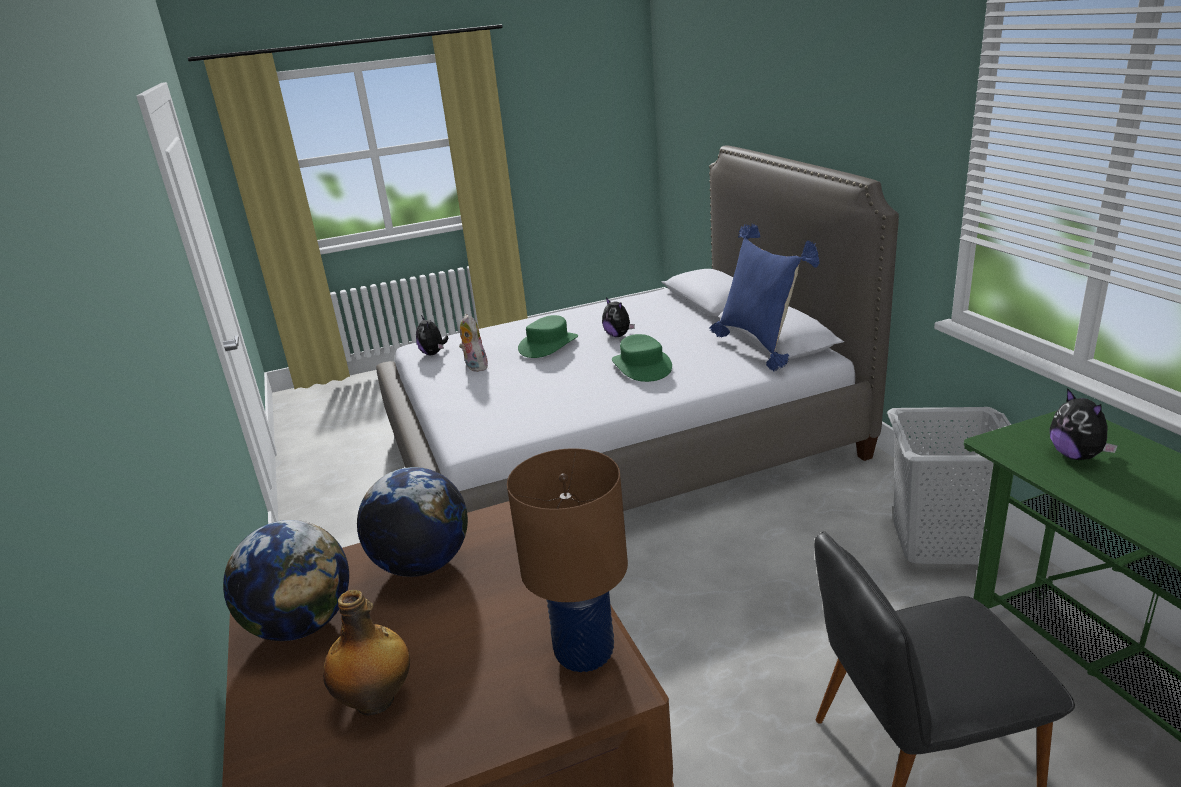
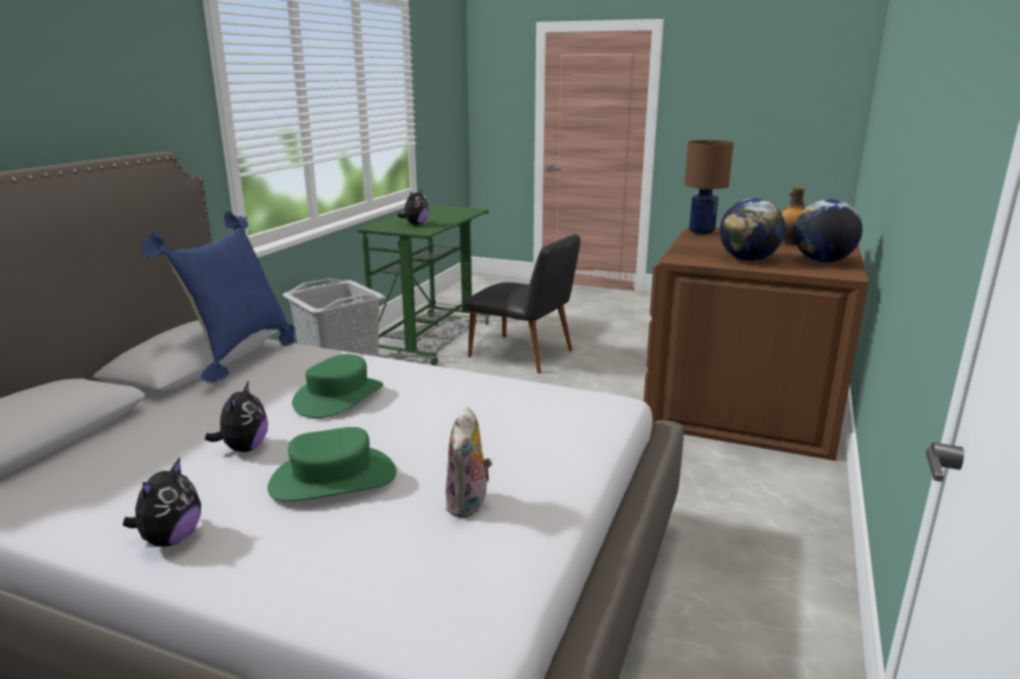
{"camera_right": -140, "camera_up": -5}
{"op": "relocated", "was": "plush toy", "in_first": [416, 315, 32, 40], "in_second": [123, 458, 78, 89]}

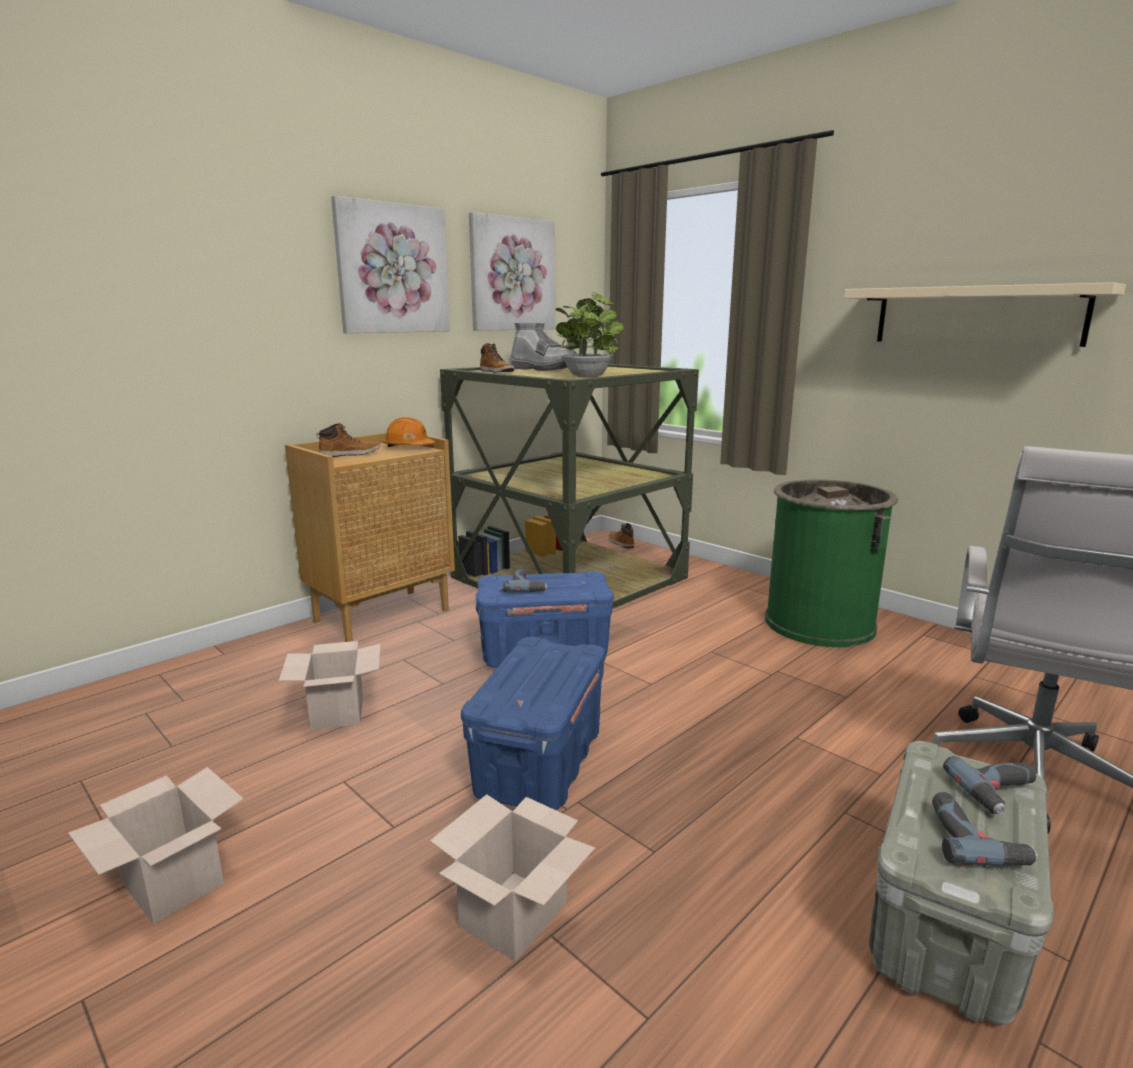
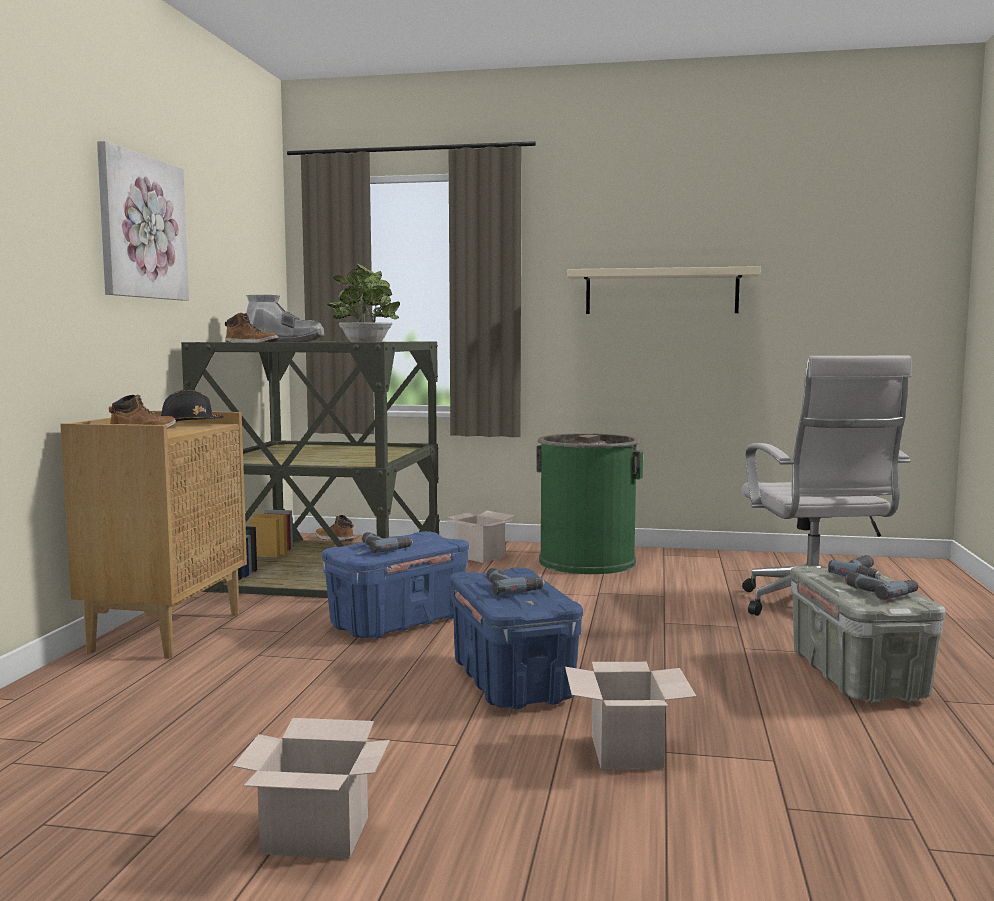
{"camera_right": -35, "camera_up": -10}
{"op": "relocated", "was": "cardboard box", "in_first": [279, 641, 101, 89], "in_second": [445, 511, 70, 52]}
{"op": "colour", "was": "orange hard hat", "now": "black hard hat", "in_first": [383, 417, 53, 30], "in_second": [161, 390, 62, 32]}
{"op": "missing", "was": "picture", "in_first": [469, 212, 87, 119]}
{"op": "appeared", "now": "power drill", "in_second": [486, 568, 59, 27]}

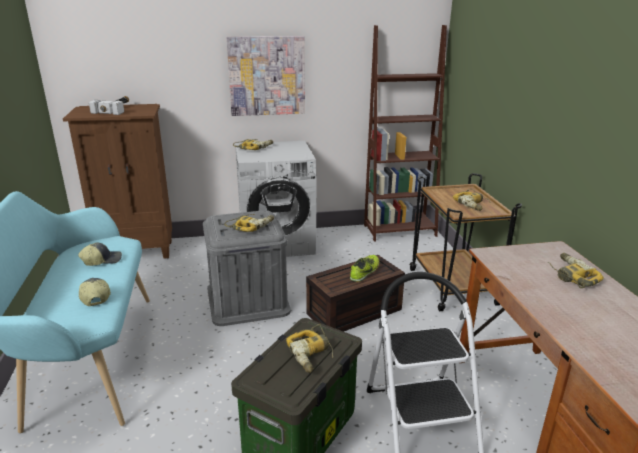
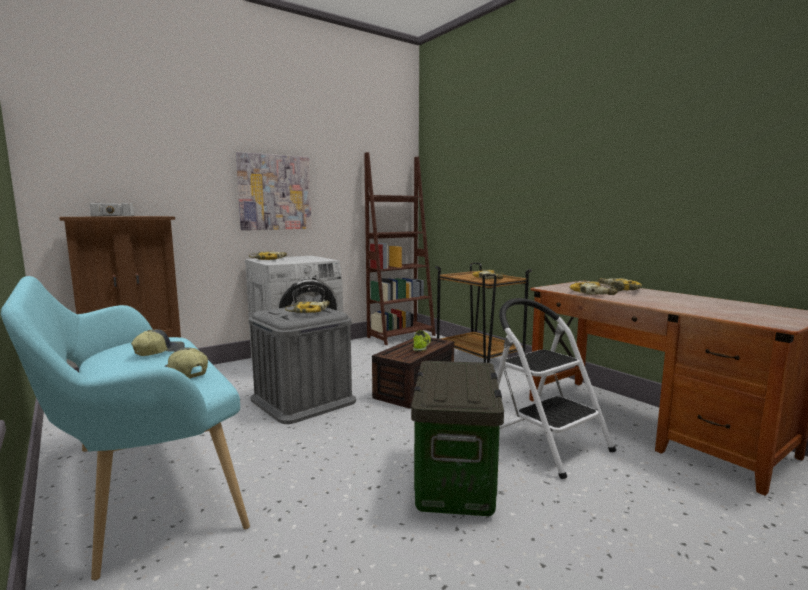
{"camera_right": -25, "camera_up": -15}
{"op": "relocated", "was": "power drill", "in_first": [286, 324, 47, 49], "in_second": [570, 280, 47, 15]}

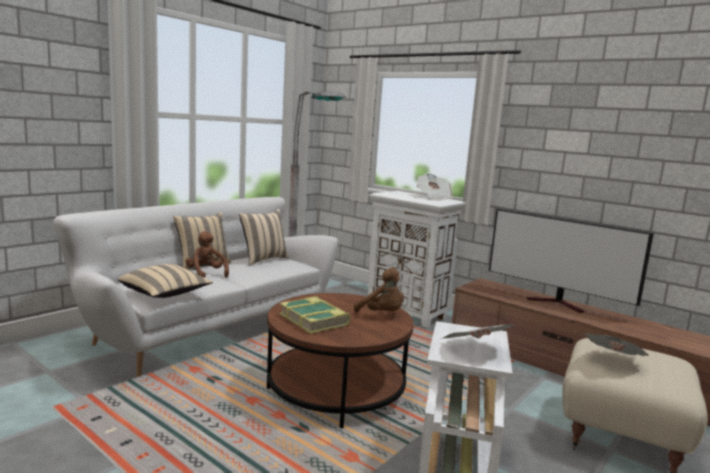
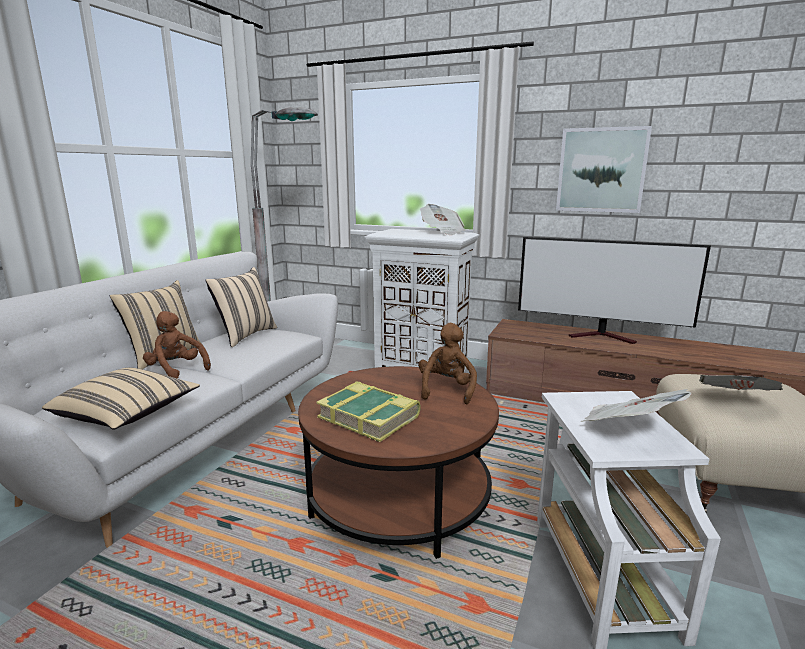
{"camera_right": -15, "camera_up": 5}
{"op": "spun", "was": "brown plush toy", "in_first": [354, 268, 50, 44], "in_second": [418, 323, 59, 81], "clockwise": -105}
{"op": "appeared", "now": "picture", "in_second": [556, 126, 96, 87]}

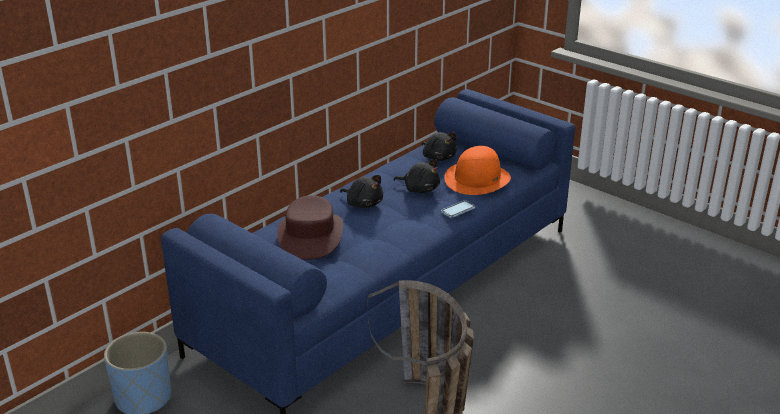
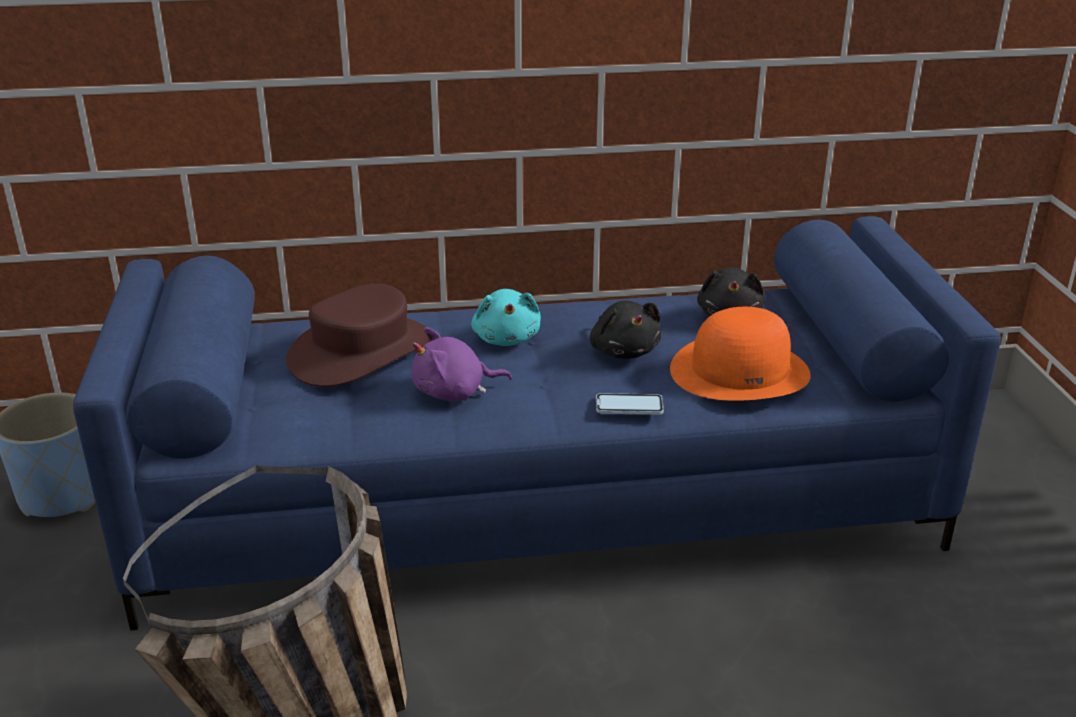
{"camera_right": 40, "camera_up": 0}
{"op": "colour", "was": "black plush toy", "now": "turquoise plush toy", "in_first": [340, 175, 43, 33], "in_second": [471, 289, 70, 57]}
{"op": "appeared", "now": "purple plush toy", "in_second": [411, 327, 101, 74]}

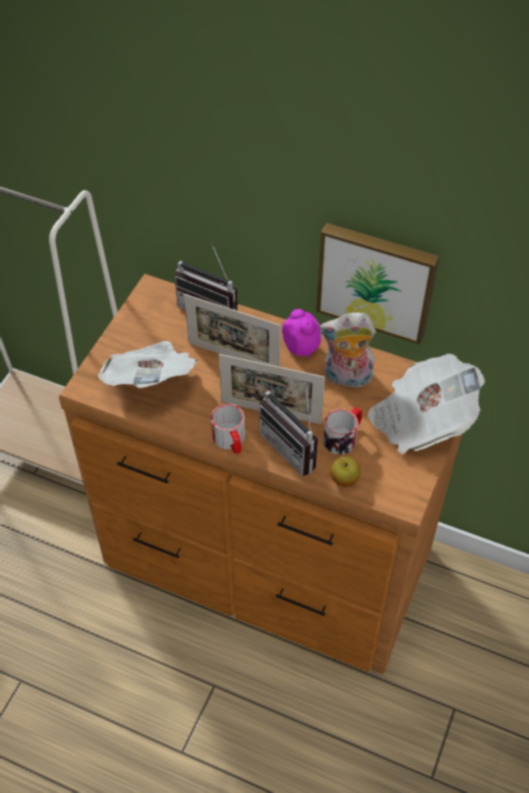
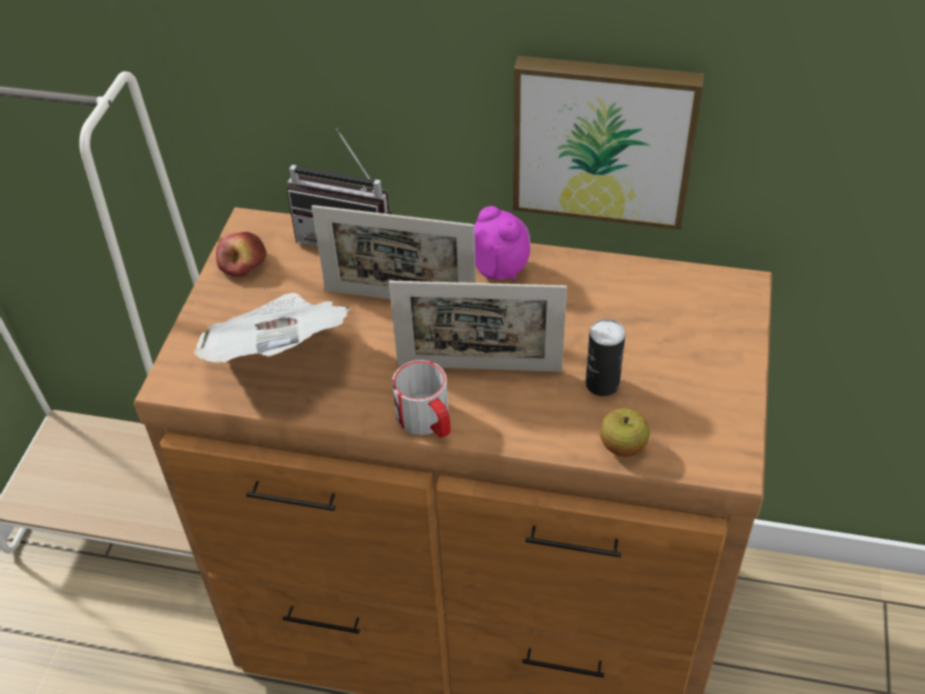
{"camera_right": -10, "camera_up": -5}
{"op": "missing", "was": "radio", "in_first": [259, 382, 59, 94]}
{"op": "missing", "was": "plush toy", "in_first": [319, 313, 57, 75]}
{"op": "exchanged", "was": "mug", "now": "can", "in_first": [323, 407, 39, 48], "in_second": [586, 319, 39, 77]}
{"op": "missing", "was": "newspaper", "in_first": [368, 354, 117, 100]}
{"op": "appeared", "now": "apple", "in_second": [216, 232, 51, 45]}

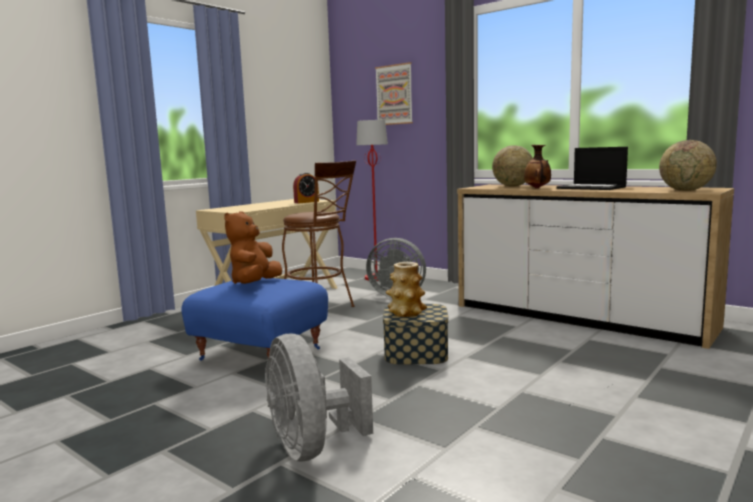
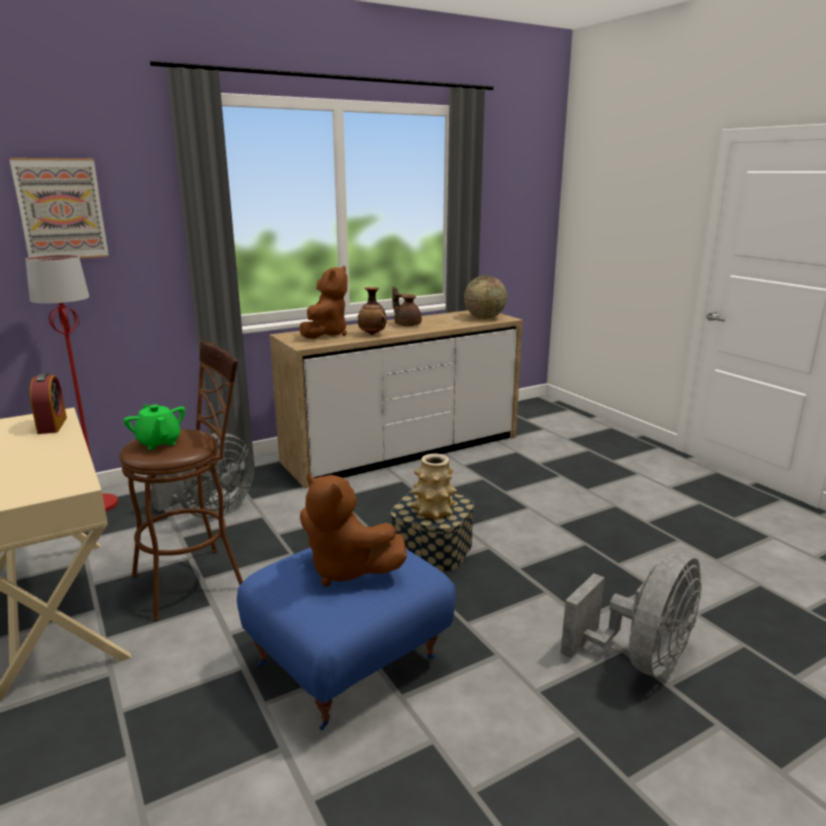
{"camera_right": -70, "camera_up": 10}
{"op": "spun", "was": "grey fan", "in_first": [265, 334, 108, 127], "in_second": [561, 551, 141, 126], "clockwise": -45}
{"op": "exchanged", "was": "globe", "now": "brown plush toy", "in_first": [492, 145, 41, 42], "in_second": [299, 266, 48, 73]}
{"op": "exchanged", "was": "laptop", "now": "brown teapot", "in_first": [556, 147, 72, 43], "in_second": [392, 286, 30, 40]}
{"op": "appeared", "now": "green teapot", "in_second": [123, 404, 62, 46]}

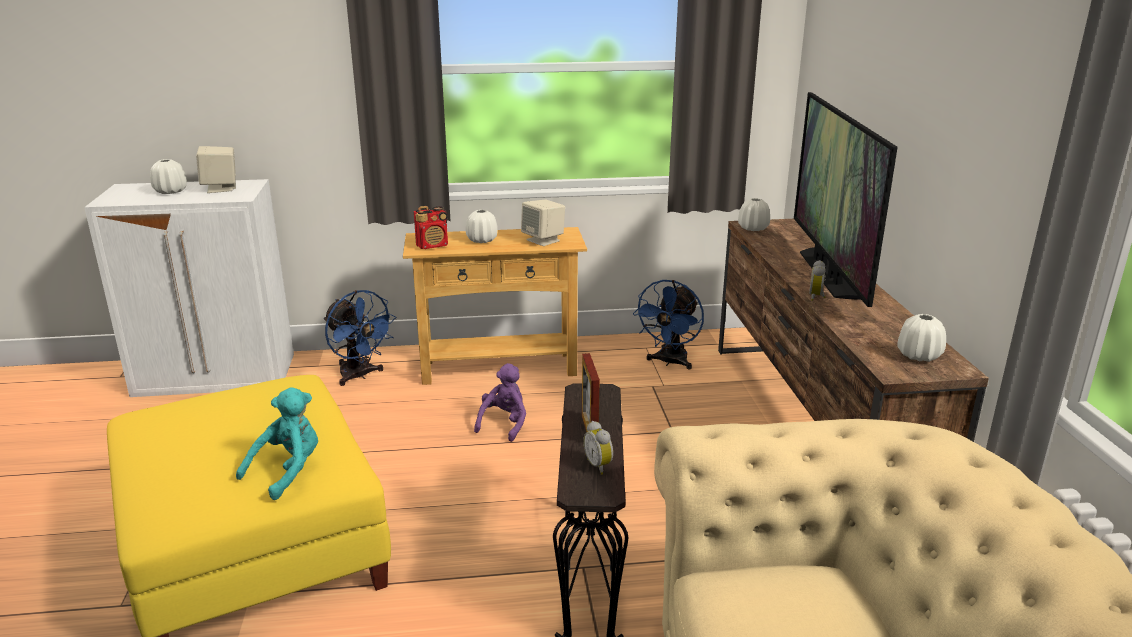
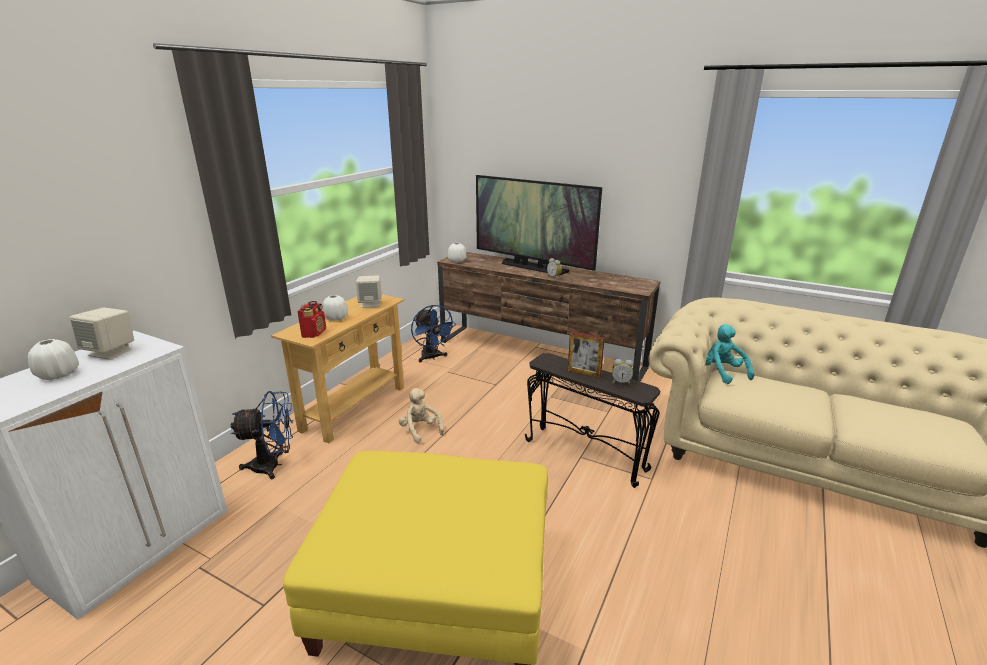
{"camera_right": -55, "camera_up": 0}
{"op": "relocated", "was": "turquoise plush toy", "in_first": [236, 387, 82, 113], "in_second": [705, 324, 50, 60]}
{"op": "colour", "was": "purple plush toy", "now": "beige plush toy", "in_first": [474, 363, 52, 79], "in_second": [399, 388, 45, 55]}
{"op": "missing", "was": "white vase", "in_first": [898, 314, 48, 48]}

